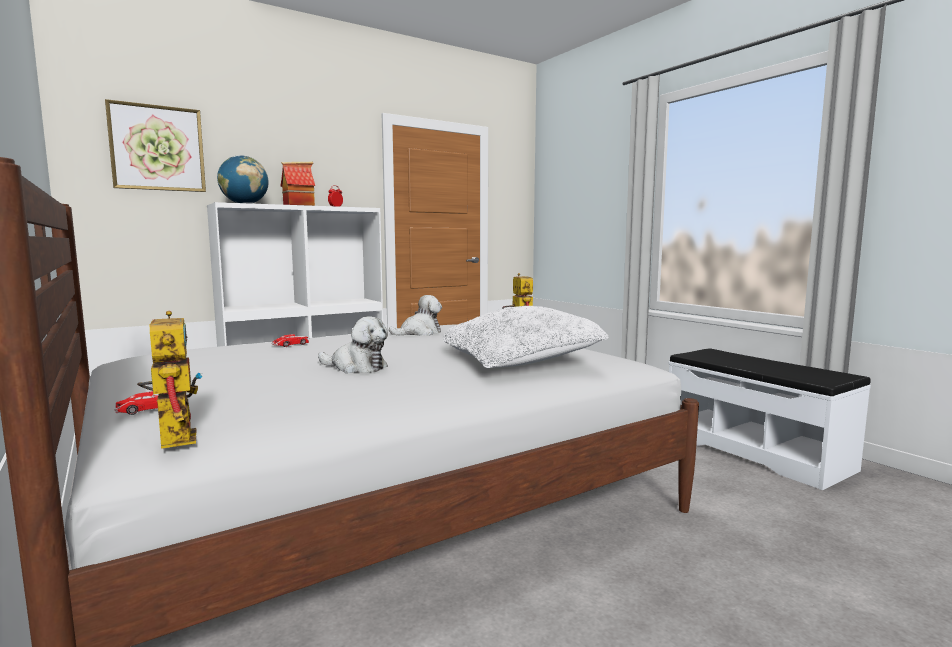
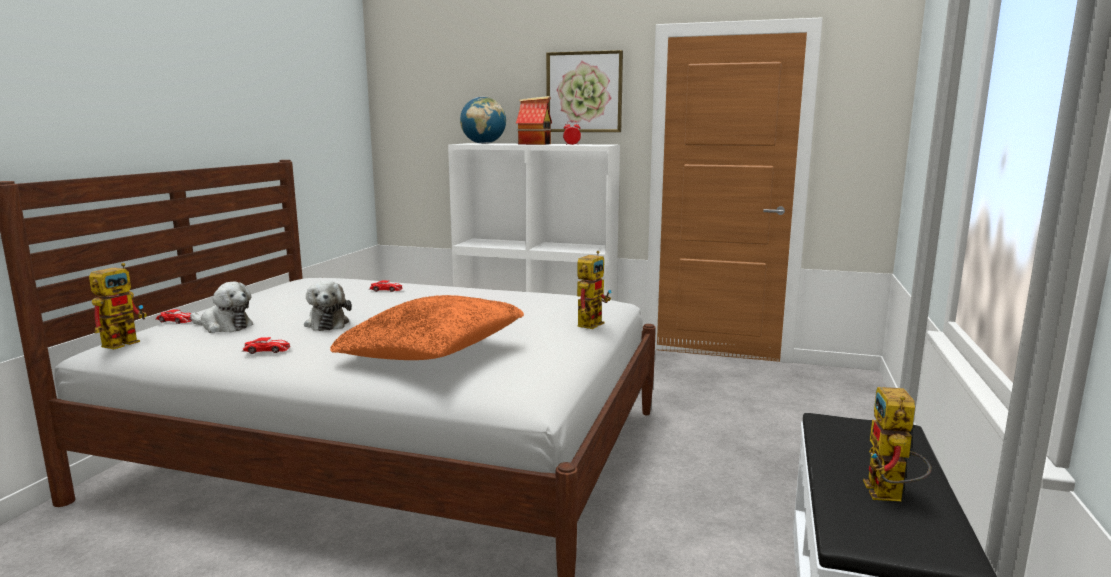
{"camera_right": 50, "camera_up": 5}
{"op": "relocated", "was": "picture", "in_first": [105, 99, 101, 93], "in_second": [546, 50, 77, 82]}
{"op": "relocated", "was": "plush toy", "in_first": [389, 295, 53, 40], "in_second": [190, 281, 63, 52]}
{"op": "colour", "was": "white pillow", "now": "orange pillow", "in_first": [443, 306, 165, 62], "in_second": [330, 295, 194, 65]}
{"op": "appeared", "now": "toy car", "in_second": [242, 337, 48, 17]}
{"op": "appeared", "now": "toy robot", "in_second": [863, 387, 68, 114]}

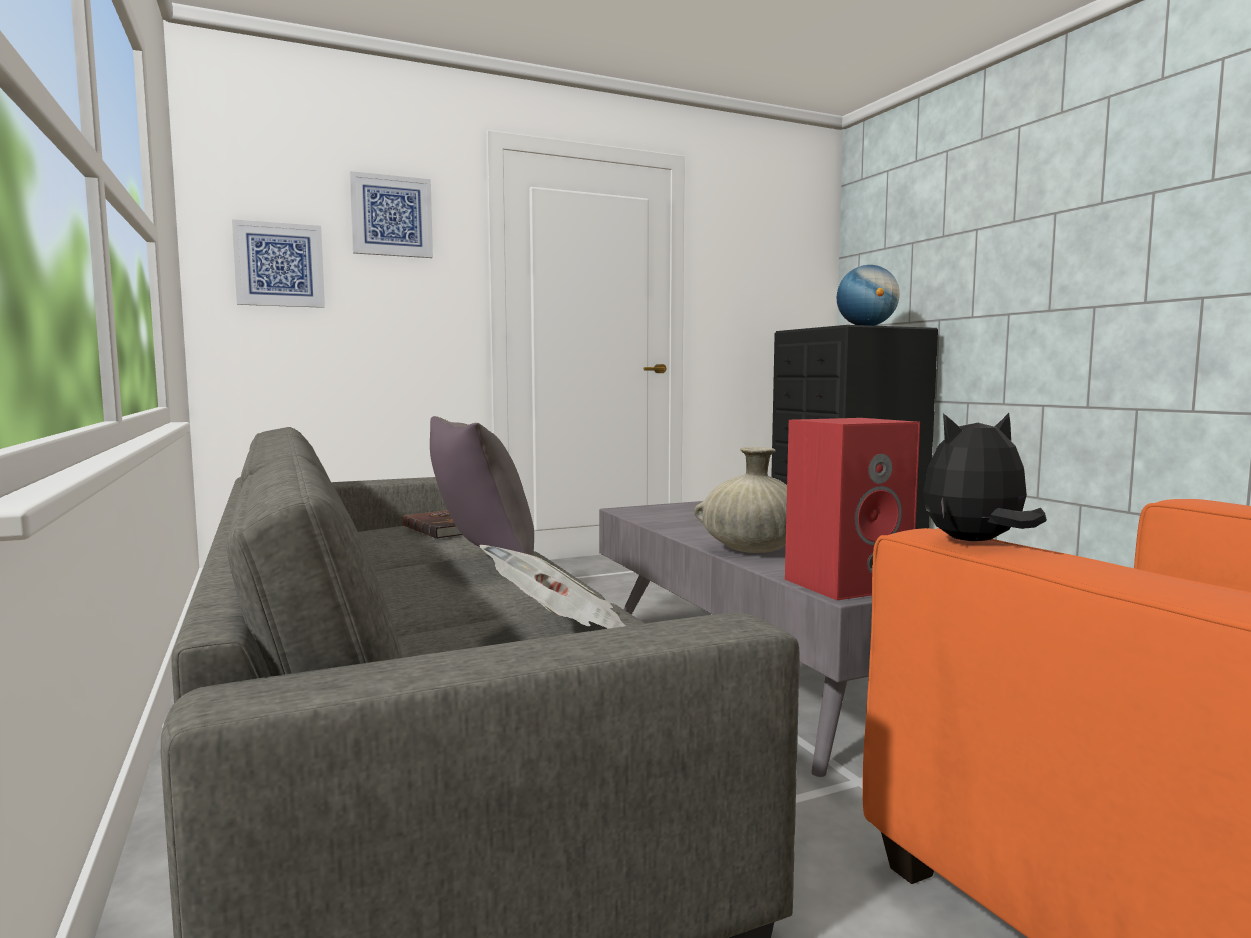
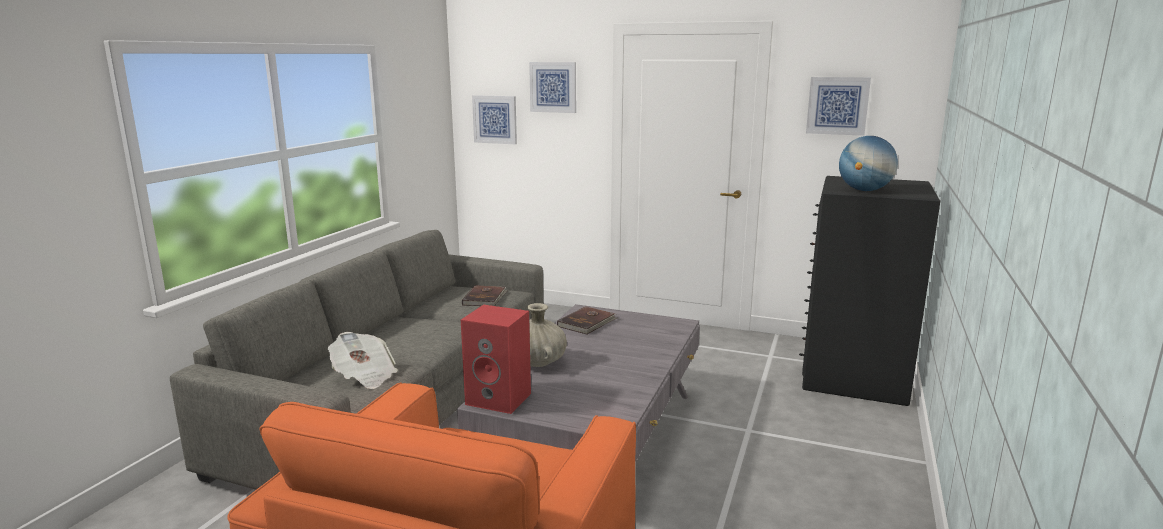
{"camera_right": 45, "camera_up": 10}
{"op": "missing", "was": "grey pillow", "in_first": [430, 416, 104, 140]}
{"op": "missing", "was": "plush toy", "in_first": [923, 413, 124, 128]}
{"op": "appeared", "now": "brown book", "in_second": [557, 306, 60, 28]}
{"op": "appeared", "now": "picture", "in_second": [806, 77, 65, 59]}

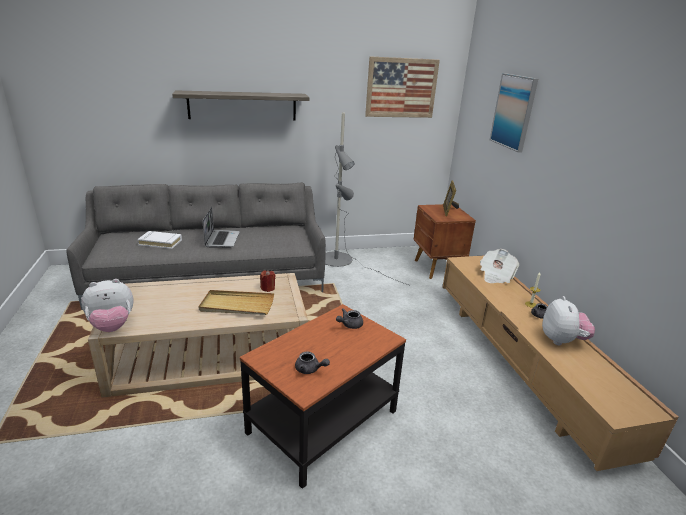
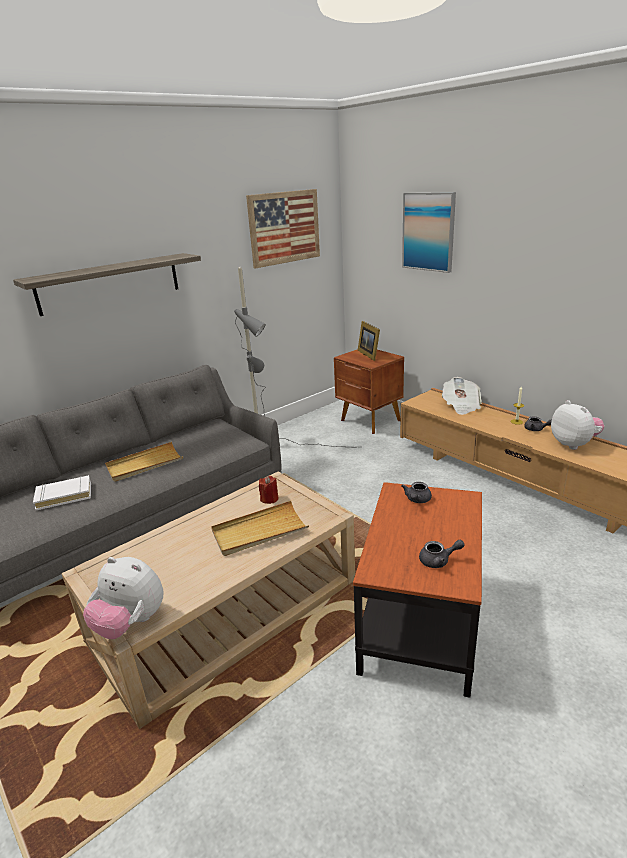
{"camera_right": -25, "camera_up": 0}
{"op": "spun", "was": "plush toy", "in_first": [81, 279, 53, 53], "in_second": [83, 557, 80, 82], "clockwise": 75}
{"op": "exchanged", "was": "laptop", "now": "beige tray", "in_first": [203, 207, 37, 41], "in_second": [105, 442, 78, 40]}

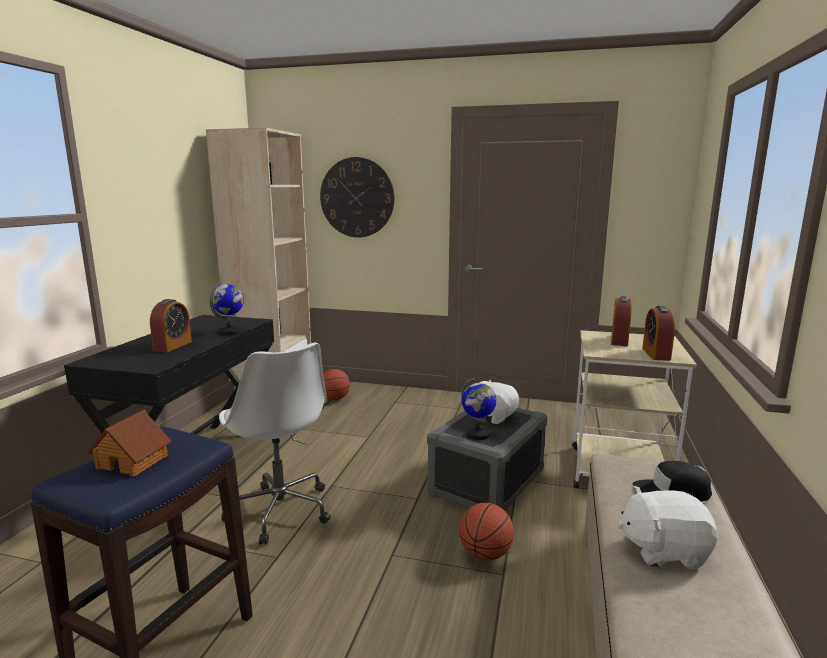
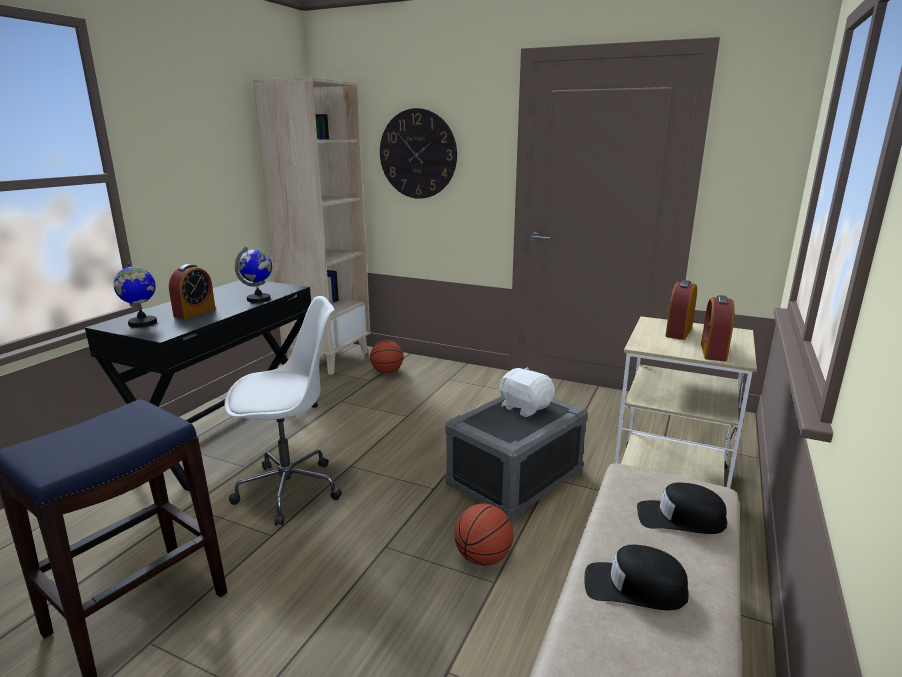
{"camera_right": 10, "camera_up": 5}
{"op": "missing", "was": "toy house", "in_first": [86, 409, 86, 68]}
{"op": "spun", "was": "white office chair", "in_first": [219, 343, 112, 202], "in_second": [225, 296, 117, 230], "clockwise": -90}
{"op": "relocated", "was": "globe", "in_first": [461, 378, 36, 62], "in_second": [113, 261, 44, 66]}
{"op": "exchanged", "was": "white plush toy", "now": "black cap", "in_first": [617, 486, 101, 83], "in_second": [585, 545, 104, 65]}

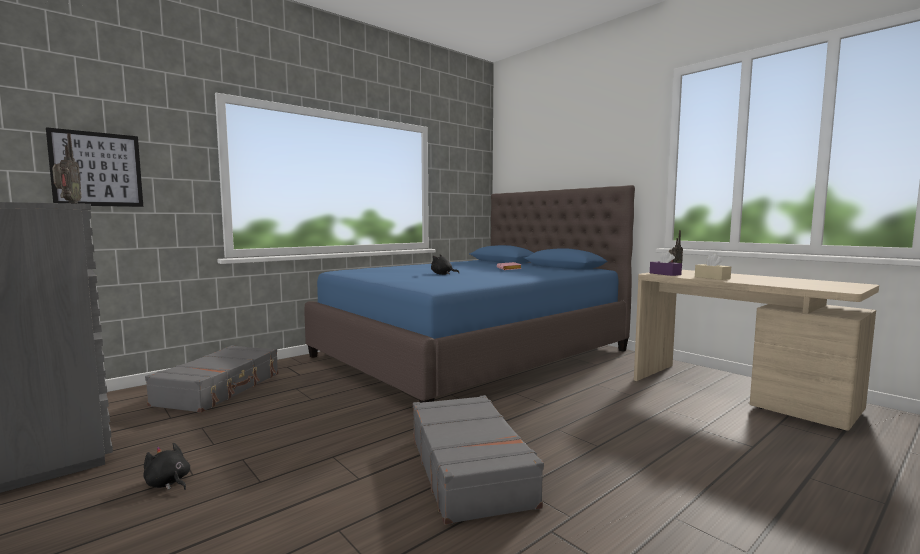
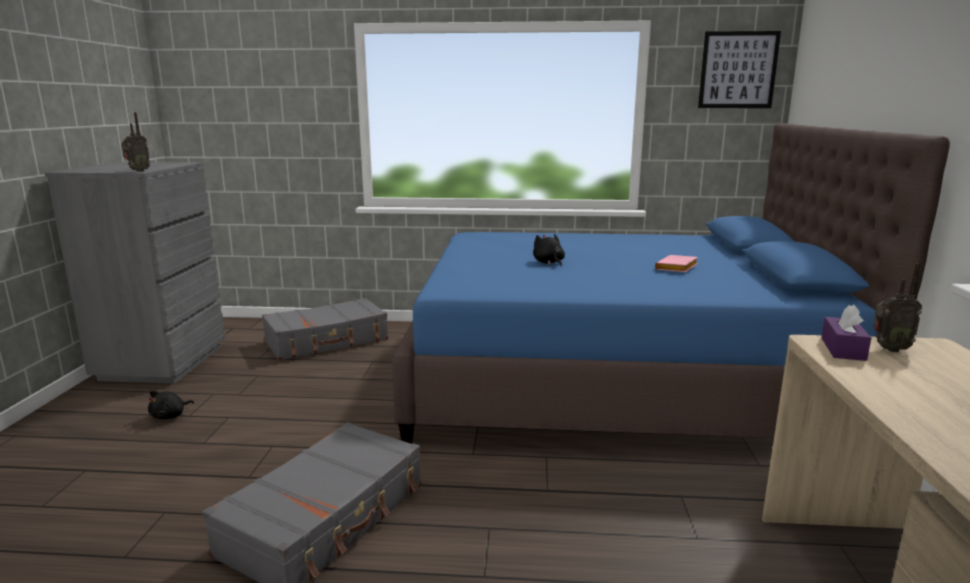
{"camera_right": 45, "camera_up": 10}
{"op": "relocated", "was": "picture", "in_first": [46, 127, 97, 80], "in_second": [698, 31, 83, 77]}
{"op": "spun", "was": "black plush toy", "in_first": [143, 443, 47, 47], "in_second": [148, 391, 46, 28], "clockwise": -135}
{"op": "missing", "was": "beige tissue box", "in_first": [695, 253, 36, 27]}

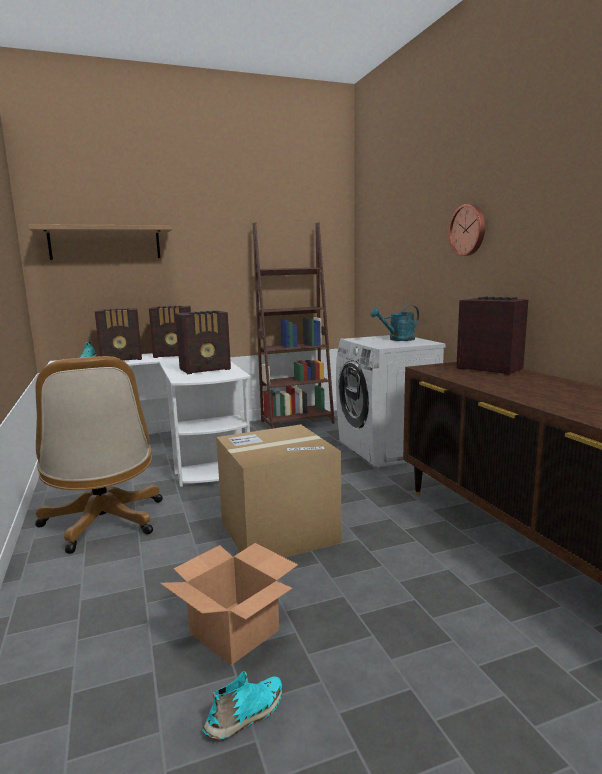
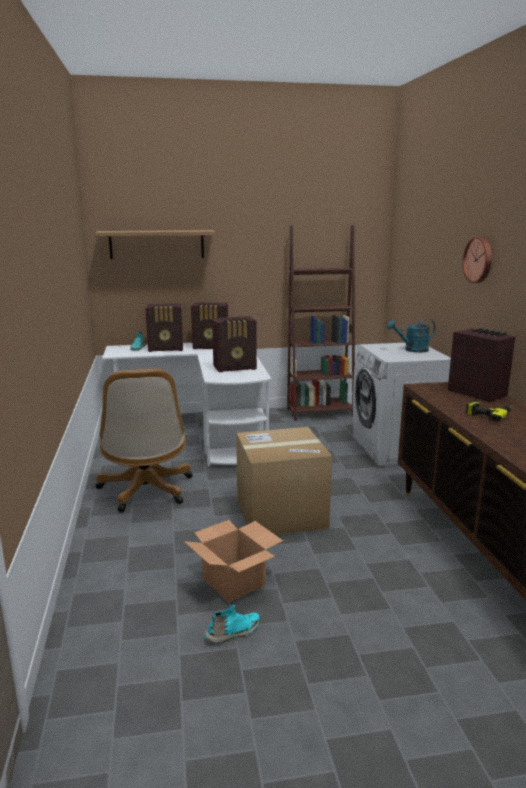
{"camera_right": 10, "camera_up": 5}
{"op": "appeared", "now": "power drill", "in_second": [466, 401, 48, 21]}

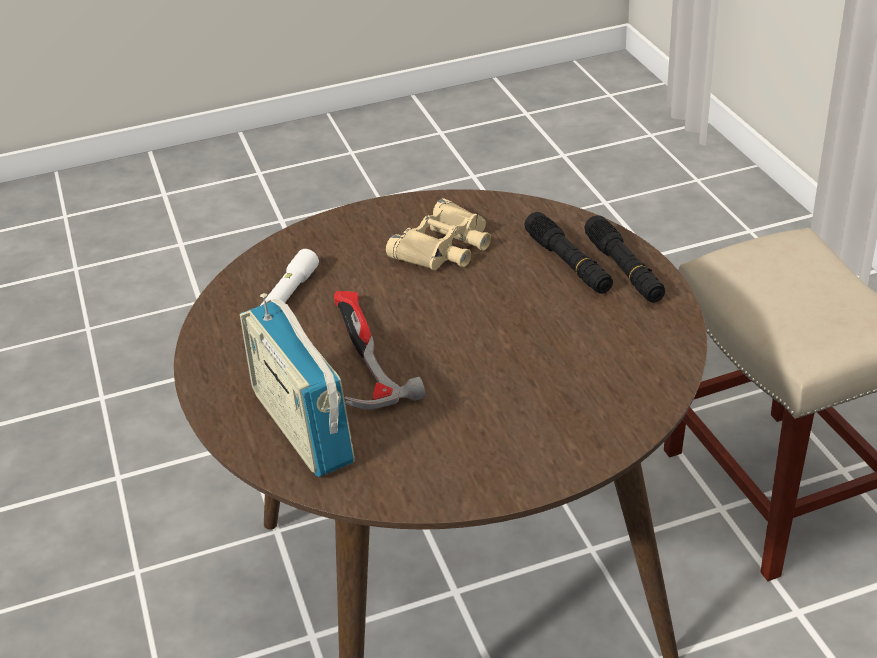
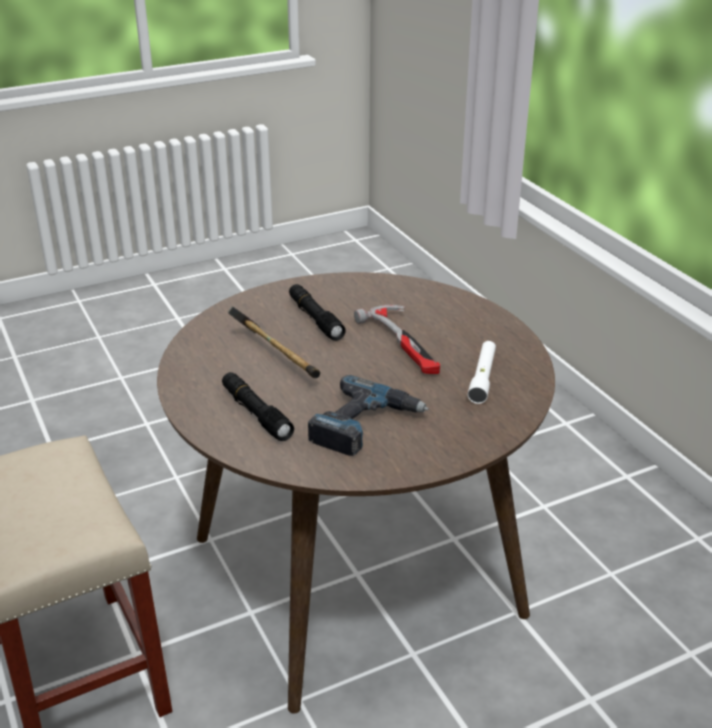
{"camera_right": 170, "camera_up": -5}
{"op": "missing", "was": "radio", "in_first": [240, 293, 115, 184]}
{"op": "exchanged", "was": "beige binoculars", "now": "power drill", "in_first": [386, 198, 105, 72], "in_second": [308, 375, 121, 81]}
{"op": "relocated", "was": "black flashlight", "in_first": [585, 215, 80, 88], "in_second": [289, 284, 57, 57]}
{"op": "appeared", "now": "hammer", "in_second": [227, 306, 93, 72]}

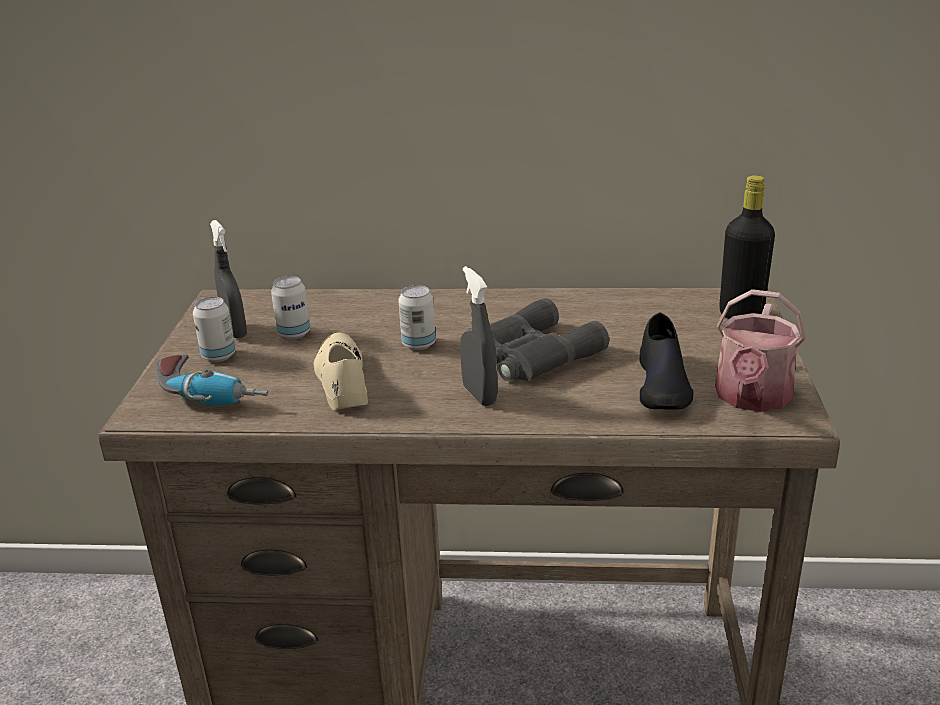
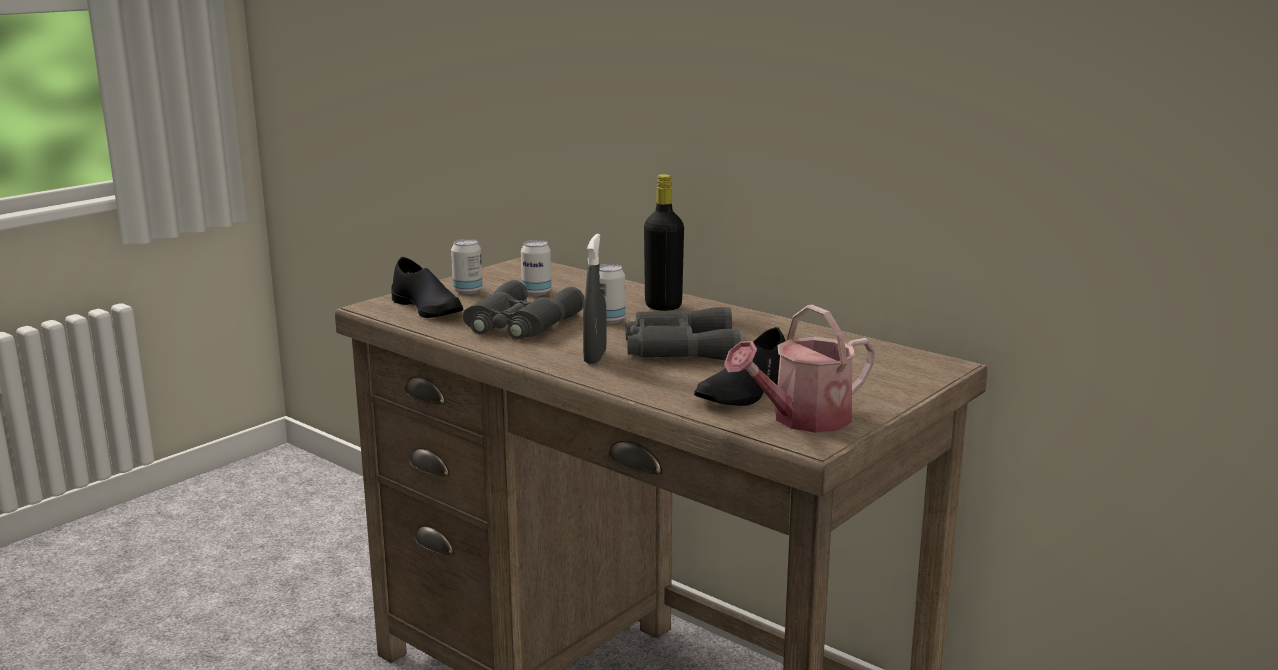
{"camera_right": 35, "camera_up": -10}
{"op": "exchanged", "was": "power drill", "now": "black shoe", "in_first": [156, 354, 112, 52], "in_second": [391, 257, 72, 61]}
{"op": "missing", "was": "grey spray bottle", "in_first": [210, 220, 37, 119]}
{"op": "exchanged", "was": "beige shoe", "now": "grey binoculars", "in_first": [314, 332, 54, 78], "in_second": [463, 280, 121, 60]}
{"op": "relocated", "was": "black bottle", "in_first": [719, 175, 56, 144], "in_second": [644, 174, 40, 137]}

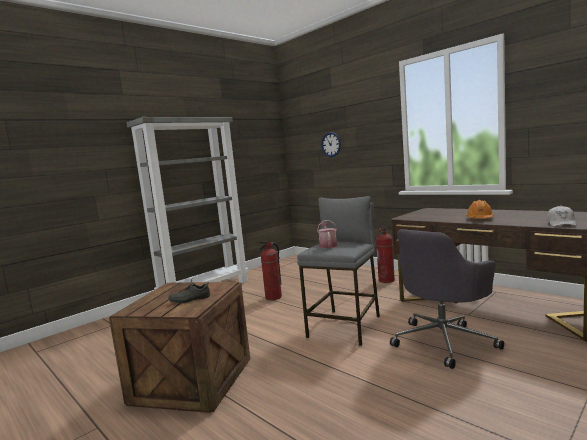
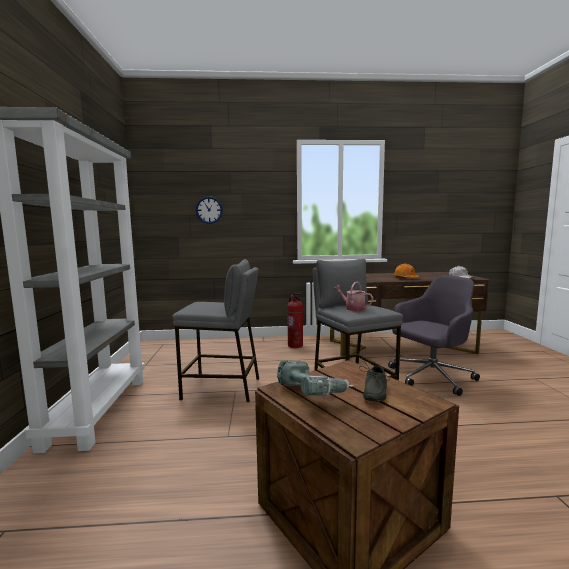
{"camera_right": -50, "camera_up": 0}
{"op": "exchanged", "was": "fire extinguisher", "now": "grey stool", "in_first": [258, 241, 24, 59], "in_second": [172, 259, 87, 143]}
{"op": "spun", "was": "grey office chair", "in_first": [390, 229, 114, 140], "in_second": [388, 276, 92, 120], "clockwise": -120}
{"op": "appeared", "now": "power drill", "in_second": [277, 360, 79, 36]}

